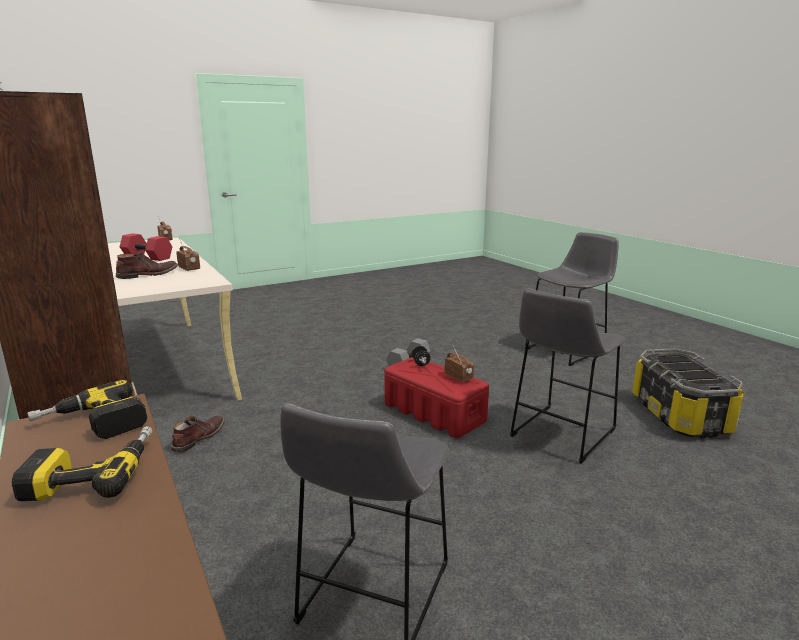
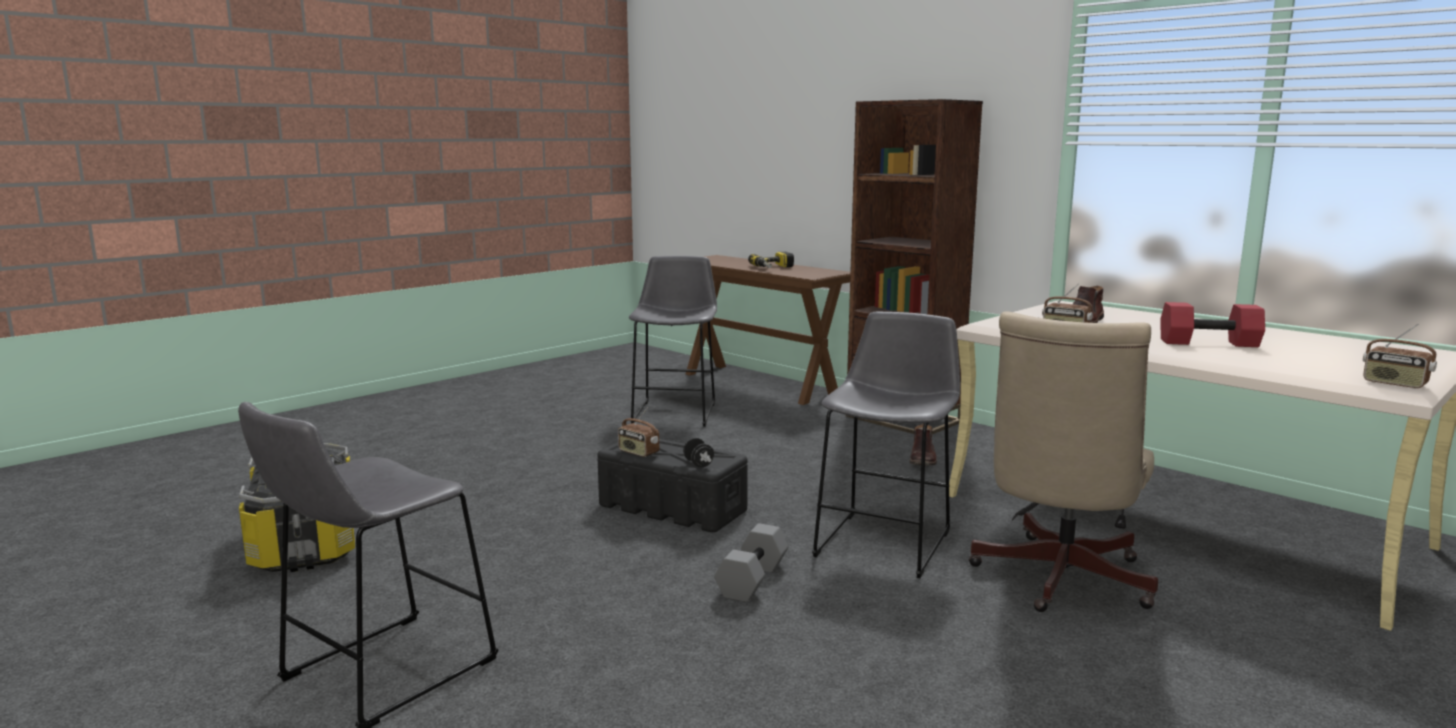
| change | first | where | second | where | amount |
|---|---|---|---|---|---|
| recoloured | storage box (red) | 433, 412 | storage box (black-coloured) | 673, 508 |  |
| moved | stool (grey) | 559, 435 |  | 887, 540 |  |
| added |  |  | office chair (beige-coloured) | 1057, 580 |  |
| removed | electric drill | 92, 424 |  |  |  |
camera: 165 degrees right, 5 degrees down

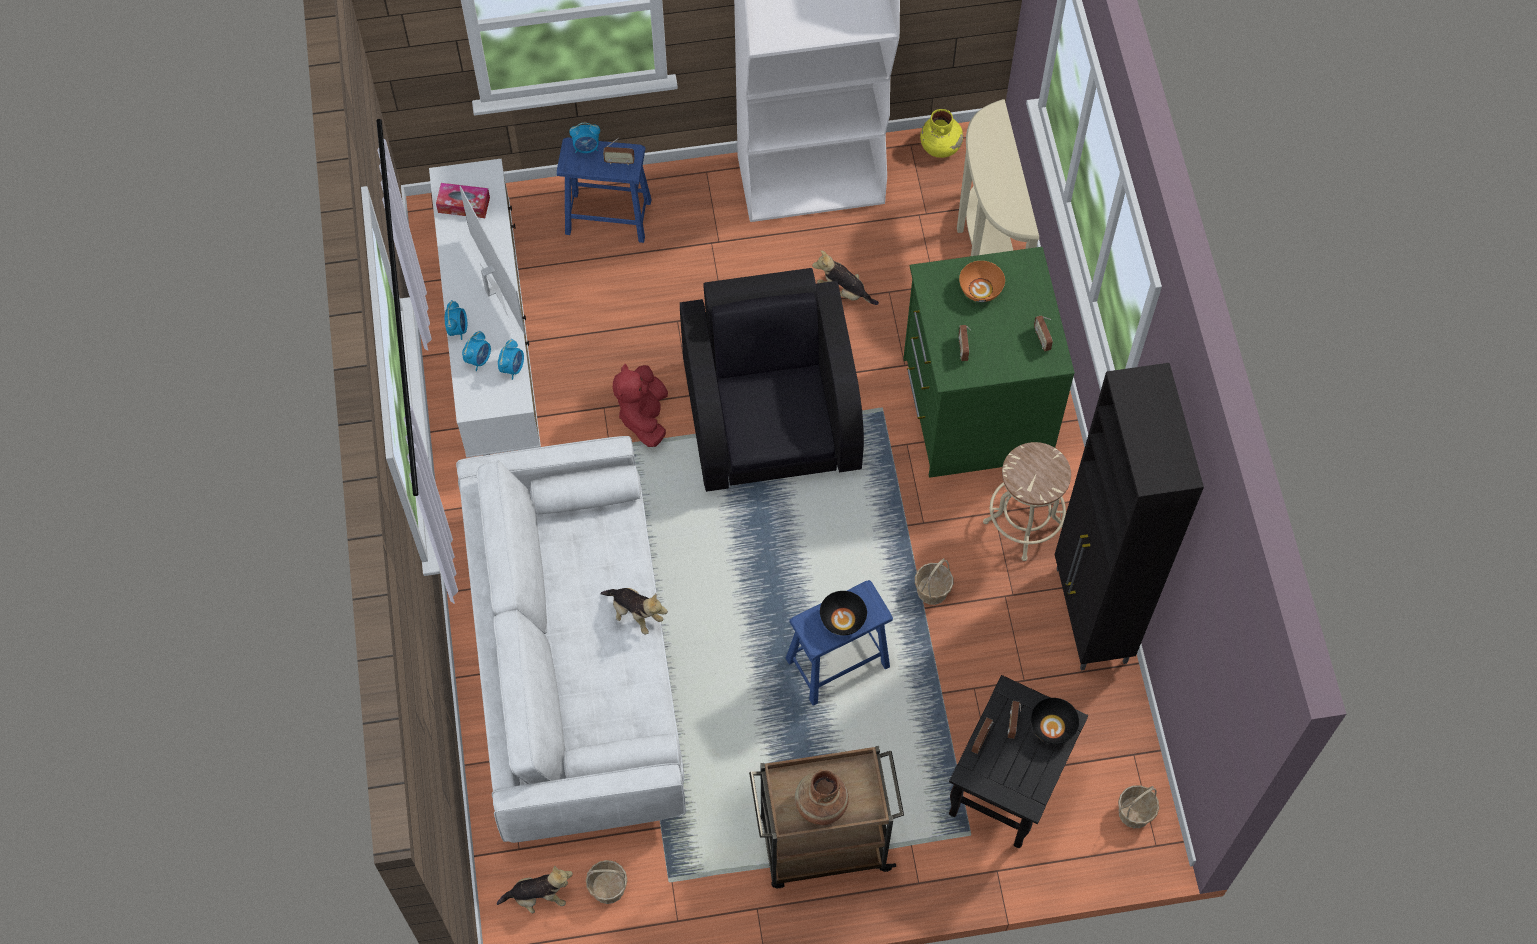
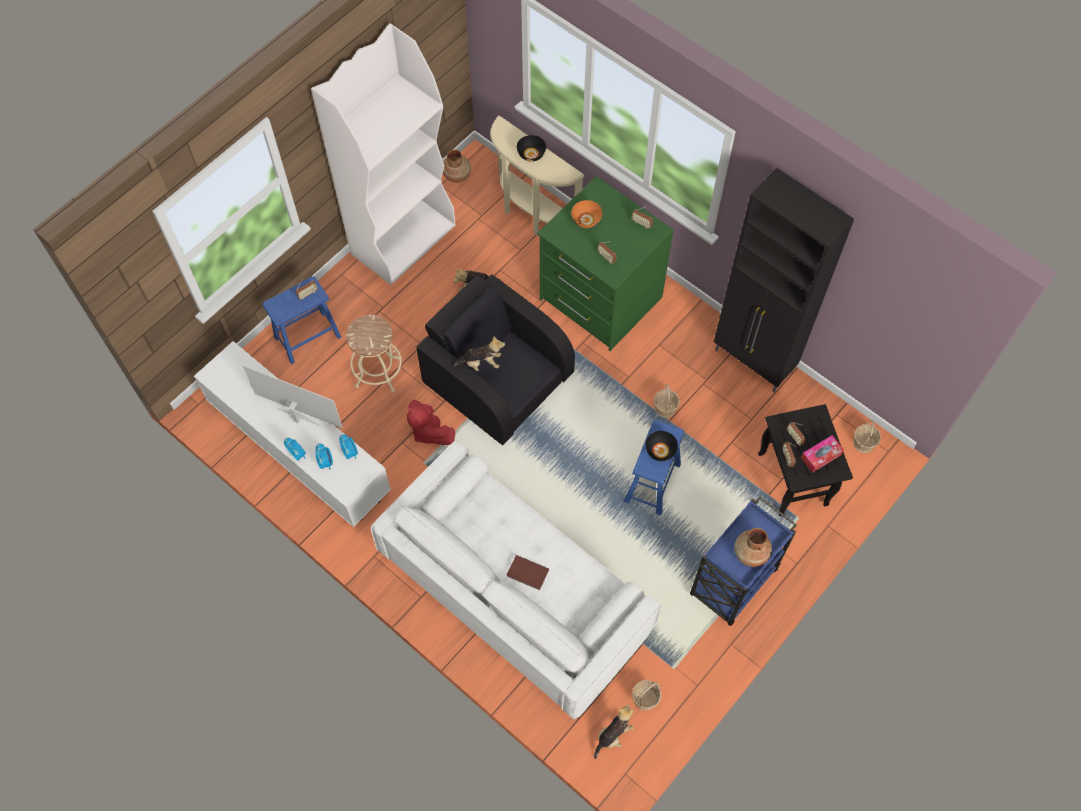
| change | first | where | second | where | amount |
|---|---|---|---|---|---|
| moved | stool (beige-coloured) | 1024, 523 |  | 378, 372 |  |
| recoloured | vase (yellow-coloured) | 940, 146 | vase (brownish) | 457, 175 |  |
| moved | cuddly toy | 635, 614 |  | 481, 363 |  |
| added |  |  | volume (brownish) | 527, 574 |  |
| moved | deep dish (black-coloured) | 1053, 727 |  | 531, 154 |  |
| recoloured | cart (brownish) | 822, 845 | cart (blue-coloured) | 732, 583 |  |
| moved | tissue box | 464, 205 |  | 821, 456 |  |
| removed | table clock | 586, 148 |  |  |  |
camera: 40 degrees left, 0 degrees up

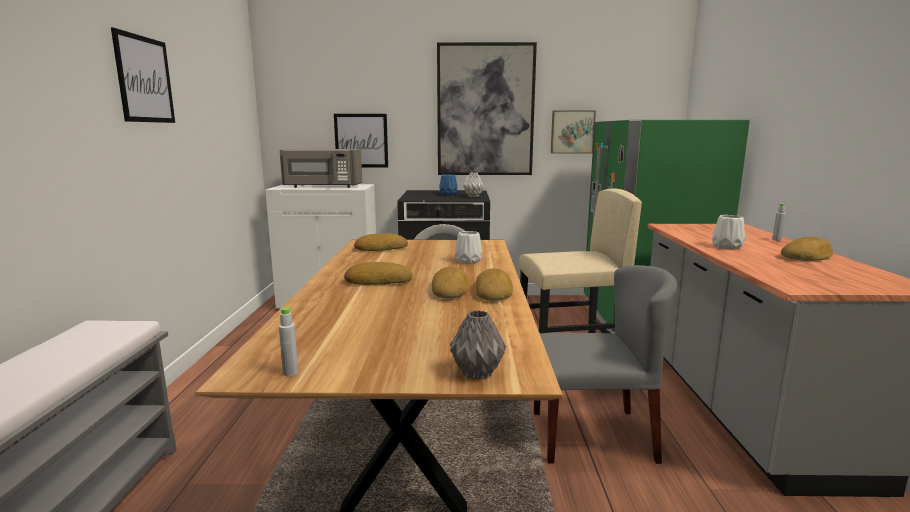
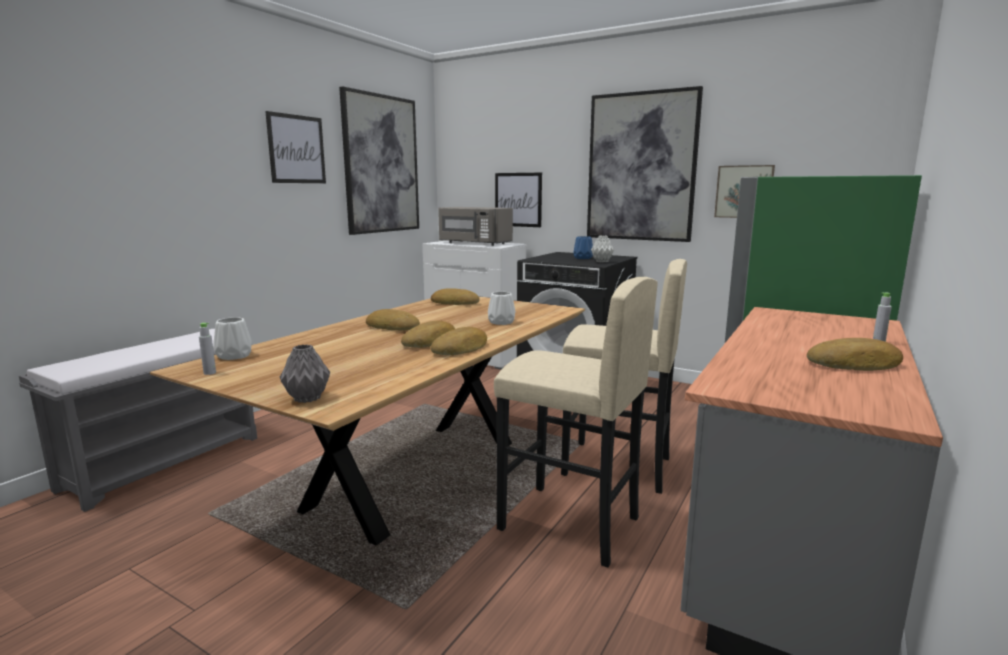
| change | first | where | second | where | amount |
|---|---|---|---|---|---|
| moved | vase (white-coloured) | 727, 246 |  | 235, 356 |  |
| added |  |  | picture | 381, 164 |  |
| replaced | upright chair (grey) | 593, 435 | stool (beige-coloured) | 569, 524 |  |
camera: 30 degrees right, 0 degrees up

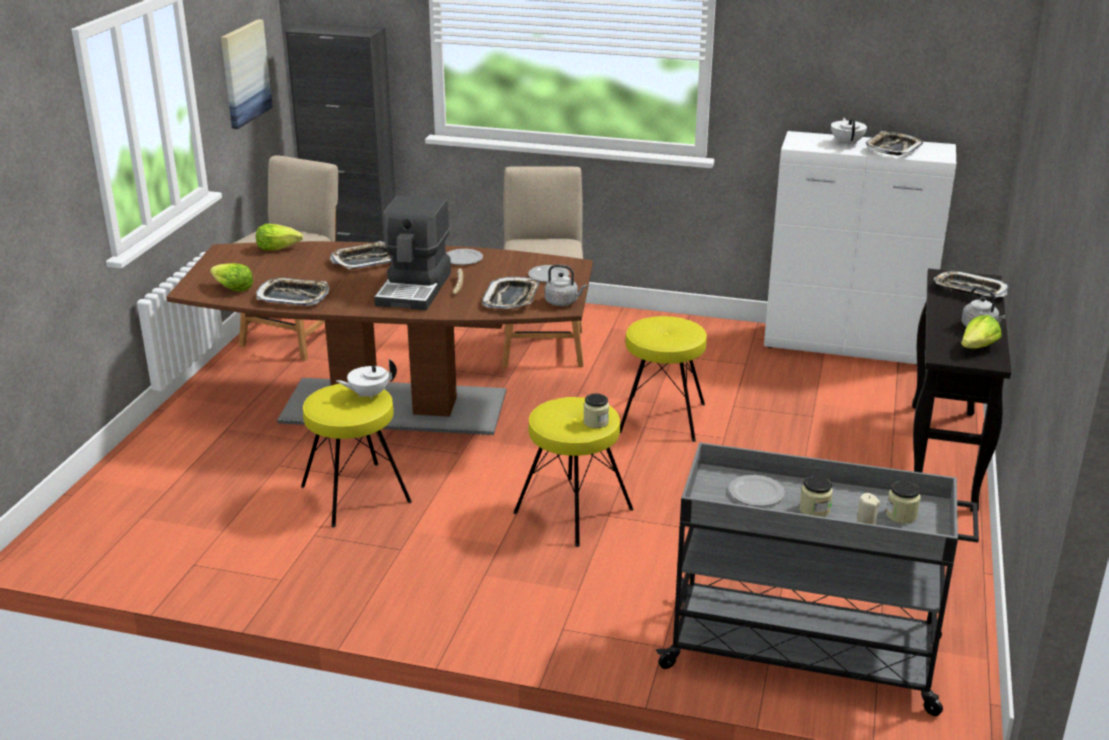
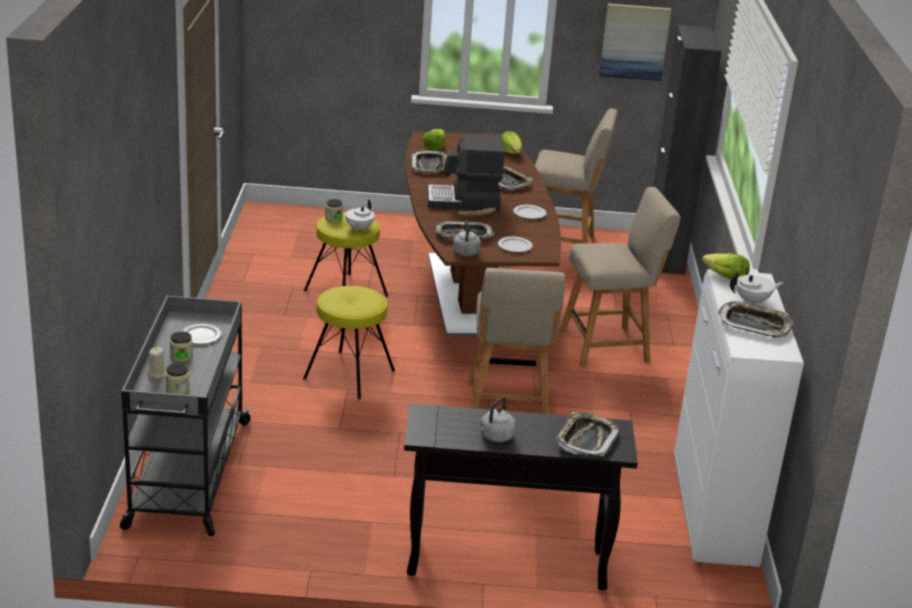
| change | first | where | second | where | amount |
|---|---|---|---|---|---|
| moved | jar | 596, 422 |  | 333, 218 |  |
| turned | pot for tea (white-coloured) | 368, 394 |  | 358, 228 | 120 degrees counterclockwise |
| replaced | stool (yellow-coloured) | 662, 418 | upright chair (beige-coloured) | 507, 408 |  |
| moved | lettuce head | 978, 347 |  | 725, 277 |  |
camera: 75 degrees right, 0 degrees up

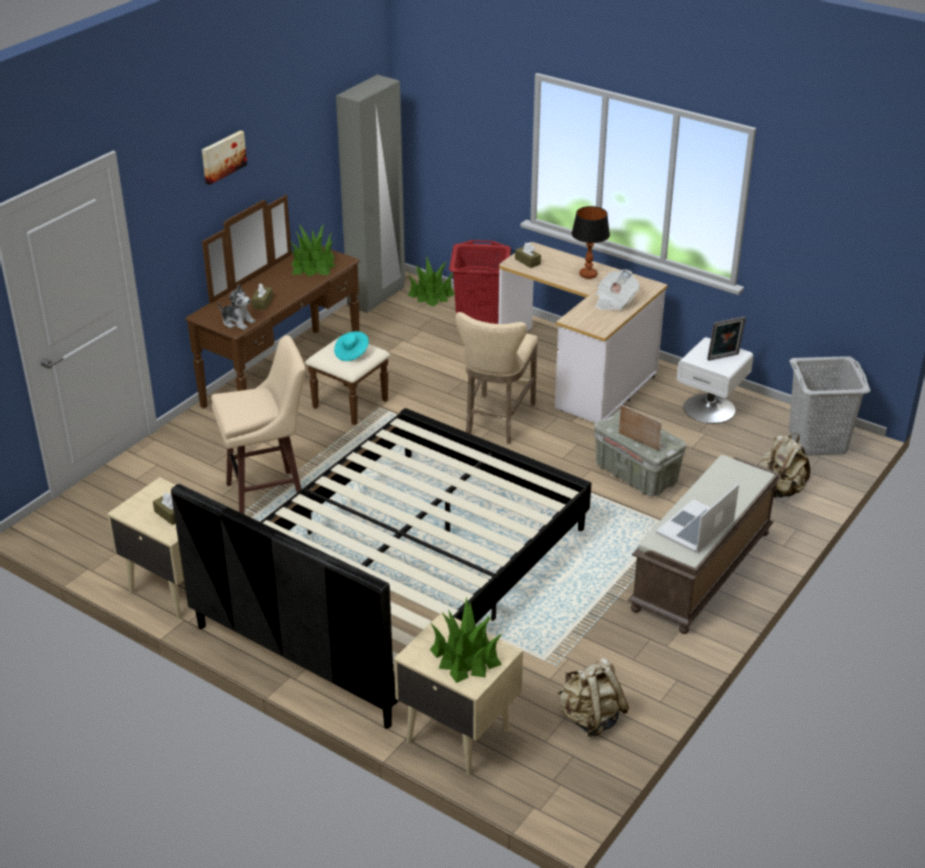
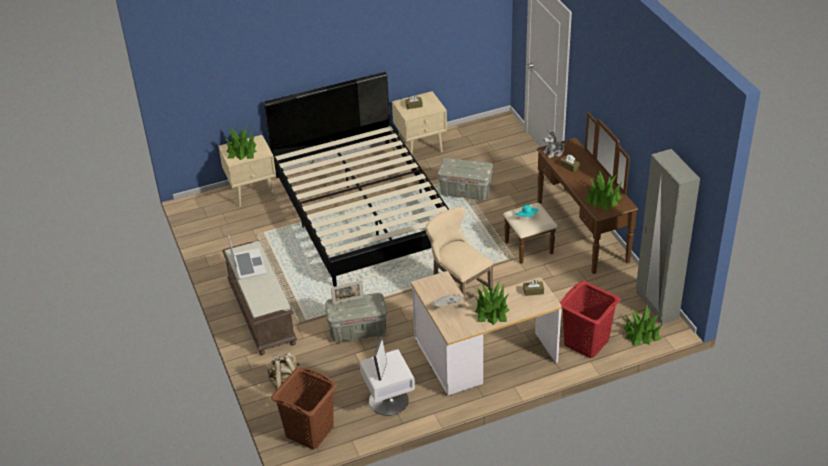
| change | first | where | second | where | amount |
|---|---|---|---|---|---|
| recoloured | hamper (grey) | 818, 442 | hamper (brownish) | 309, 431 |  |
| replaced | stool (beige-coloured) | 268, 496 | storage box (grey) | 465, 192 |  |
| replaced | tabletop lamp | 588, 275 | houseplant | 492, 311 |  |
| removed | picture | 222, 156 |  |  |  |
| removed | knapsack (beige-coloured) | 590, 718 |  |  |  |
camera: 125 degrees right, 5 degrees up

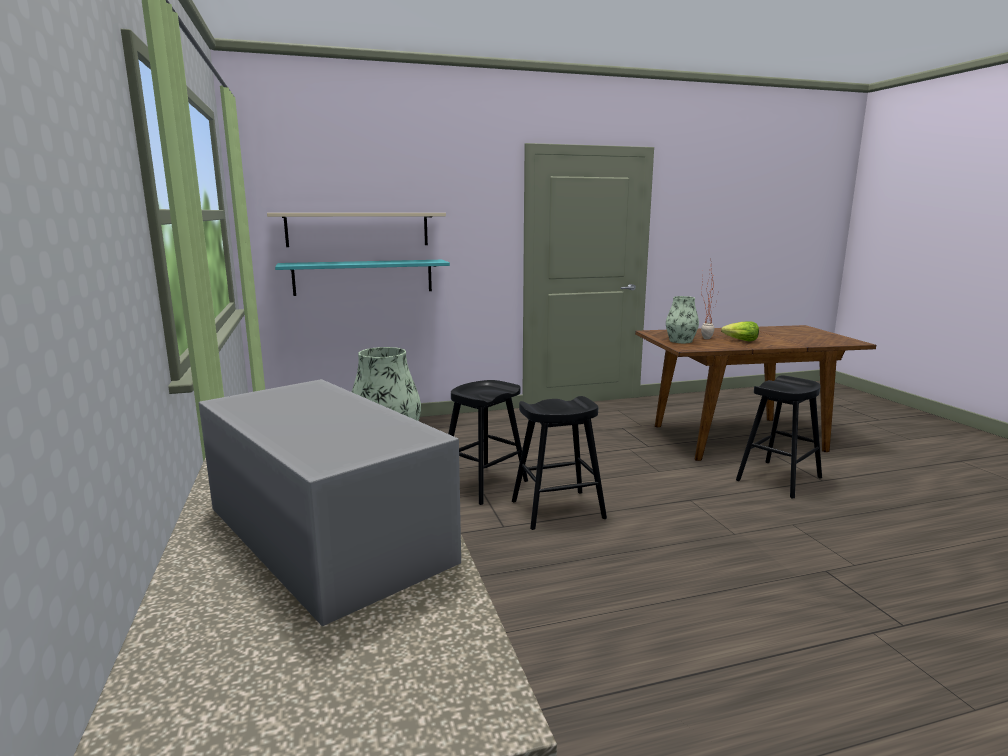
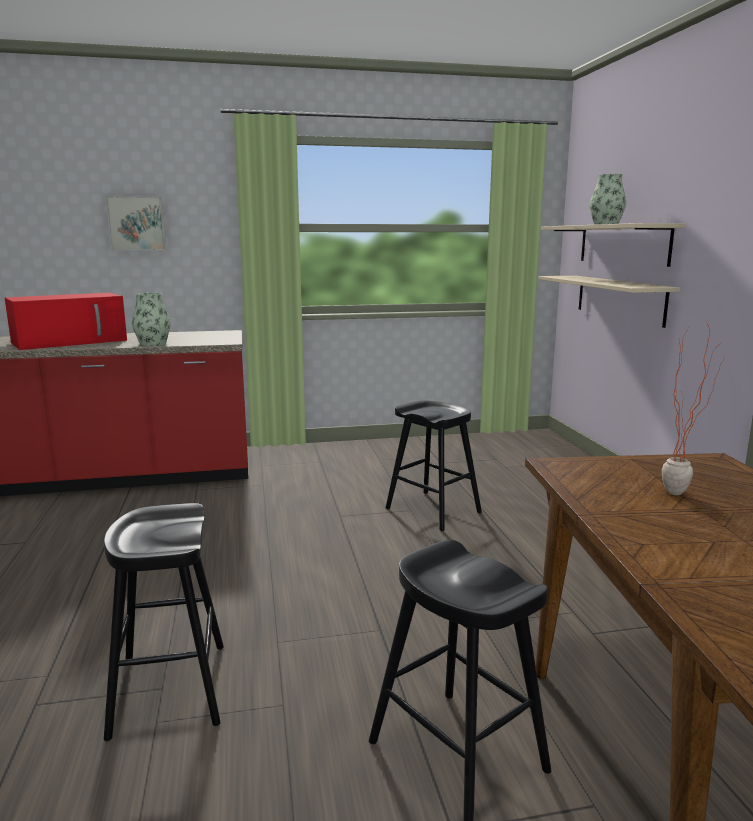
| change | first | where | second | where | amount |
|---|---|---|---|---|---|
| recoloured | microwave oven (grey) | 323, 532 | microwave oven (red) | 71, 341 |  |
| moved | stool (black-coloured) | 558, 509 |  | 169, 689 |  |
| added |  |  | picture | 137, 223 |  |
| recoloured | wall shelf (turquoise-coloured) | 363, 277 | wall shelf (beige-coloured) | 619, 299 |  |
| moved | vase | 680, 341 |  | 606, 224 |  |
| removed | lettuce head | 740, 340 |  |  |  |
camera: 95 degrees right, 0 degrees up

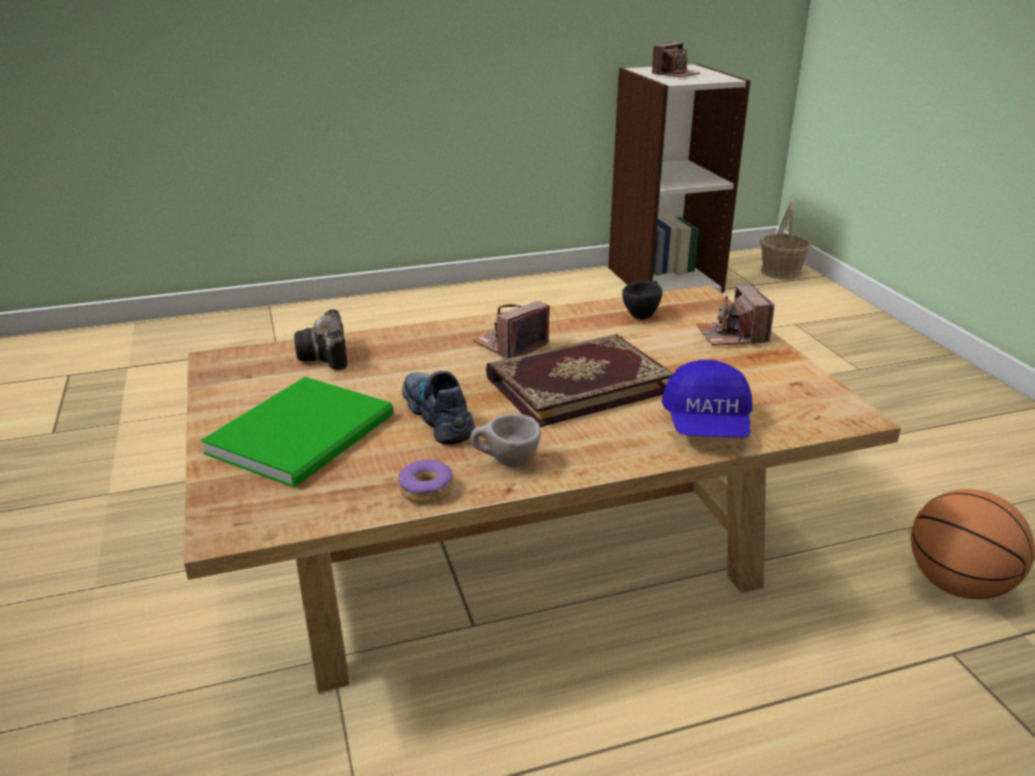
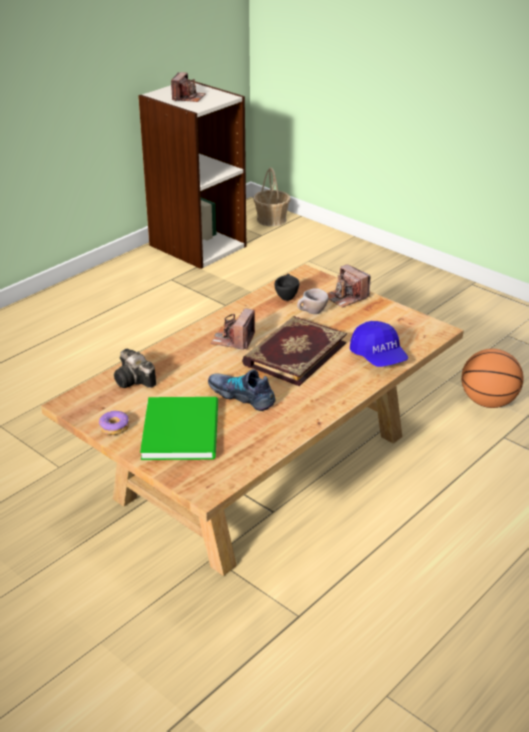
| change | first | where | second | where | amount |
|---|---|---|---|---|---|
| moved | donut | 426, 490 |  | 114, 427 |  |
| moved | drinking cup (beige-coloured) | 505, 463 |  | 311, 313 |  |
camera: 30 degrees left, 5 degrees up

